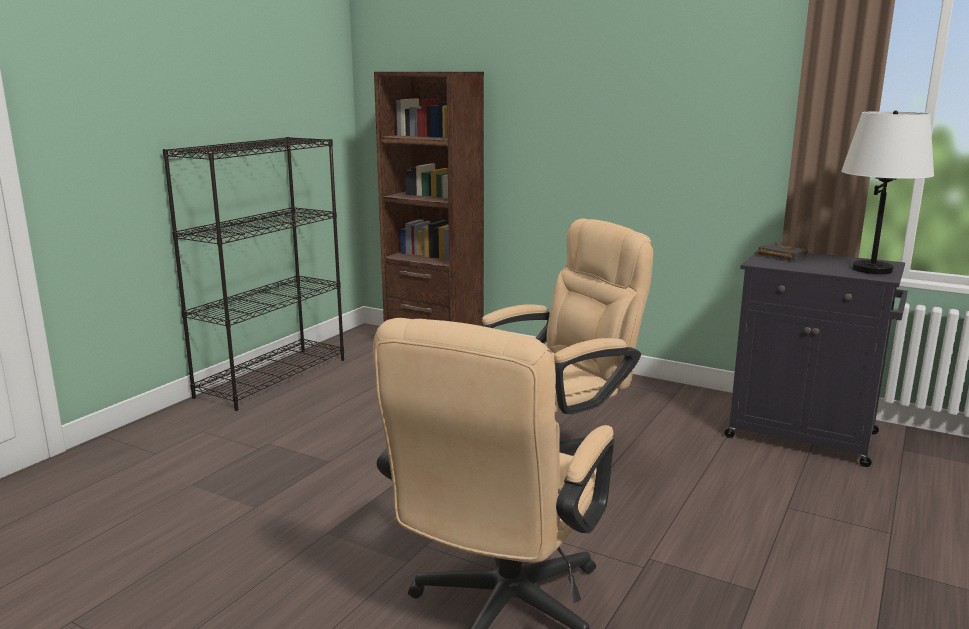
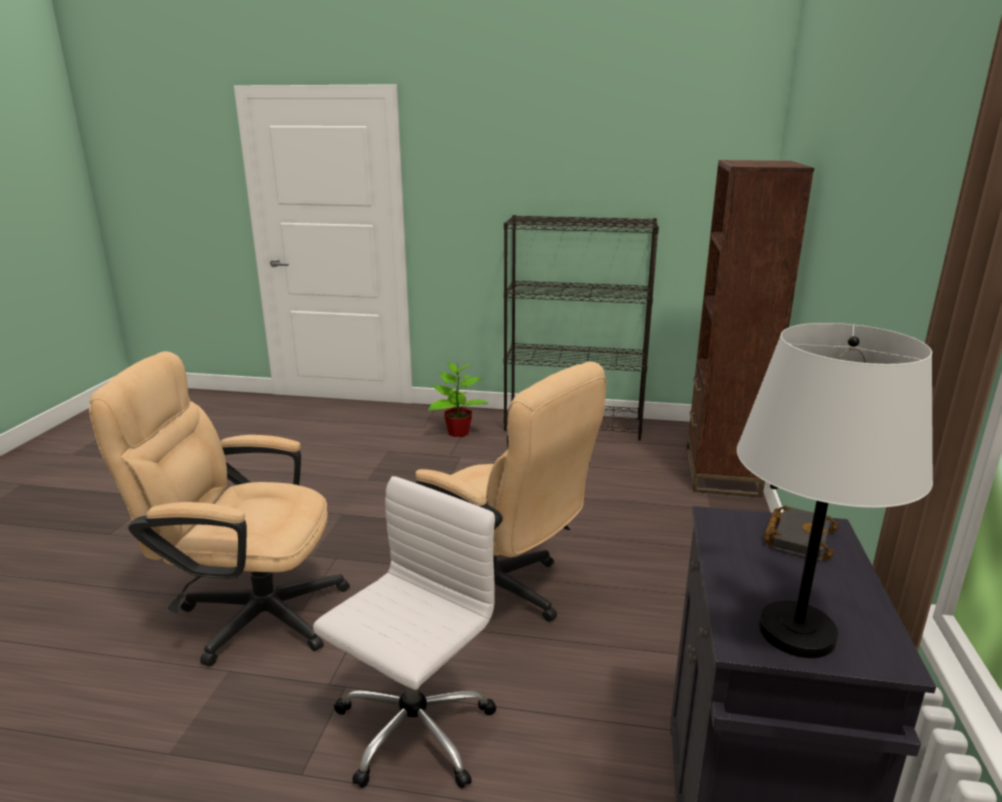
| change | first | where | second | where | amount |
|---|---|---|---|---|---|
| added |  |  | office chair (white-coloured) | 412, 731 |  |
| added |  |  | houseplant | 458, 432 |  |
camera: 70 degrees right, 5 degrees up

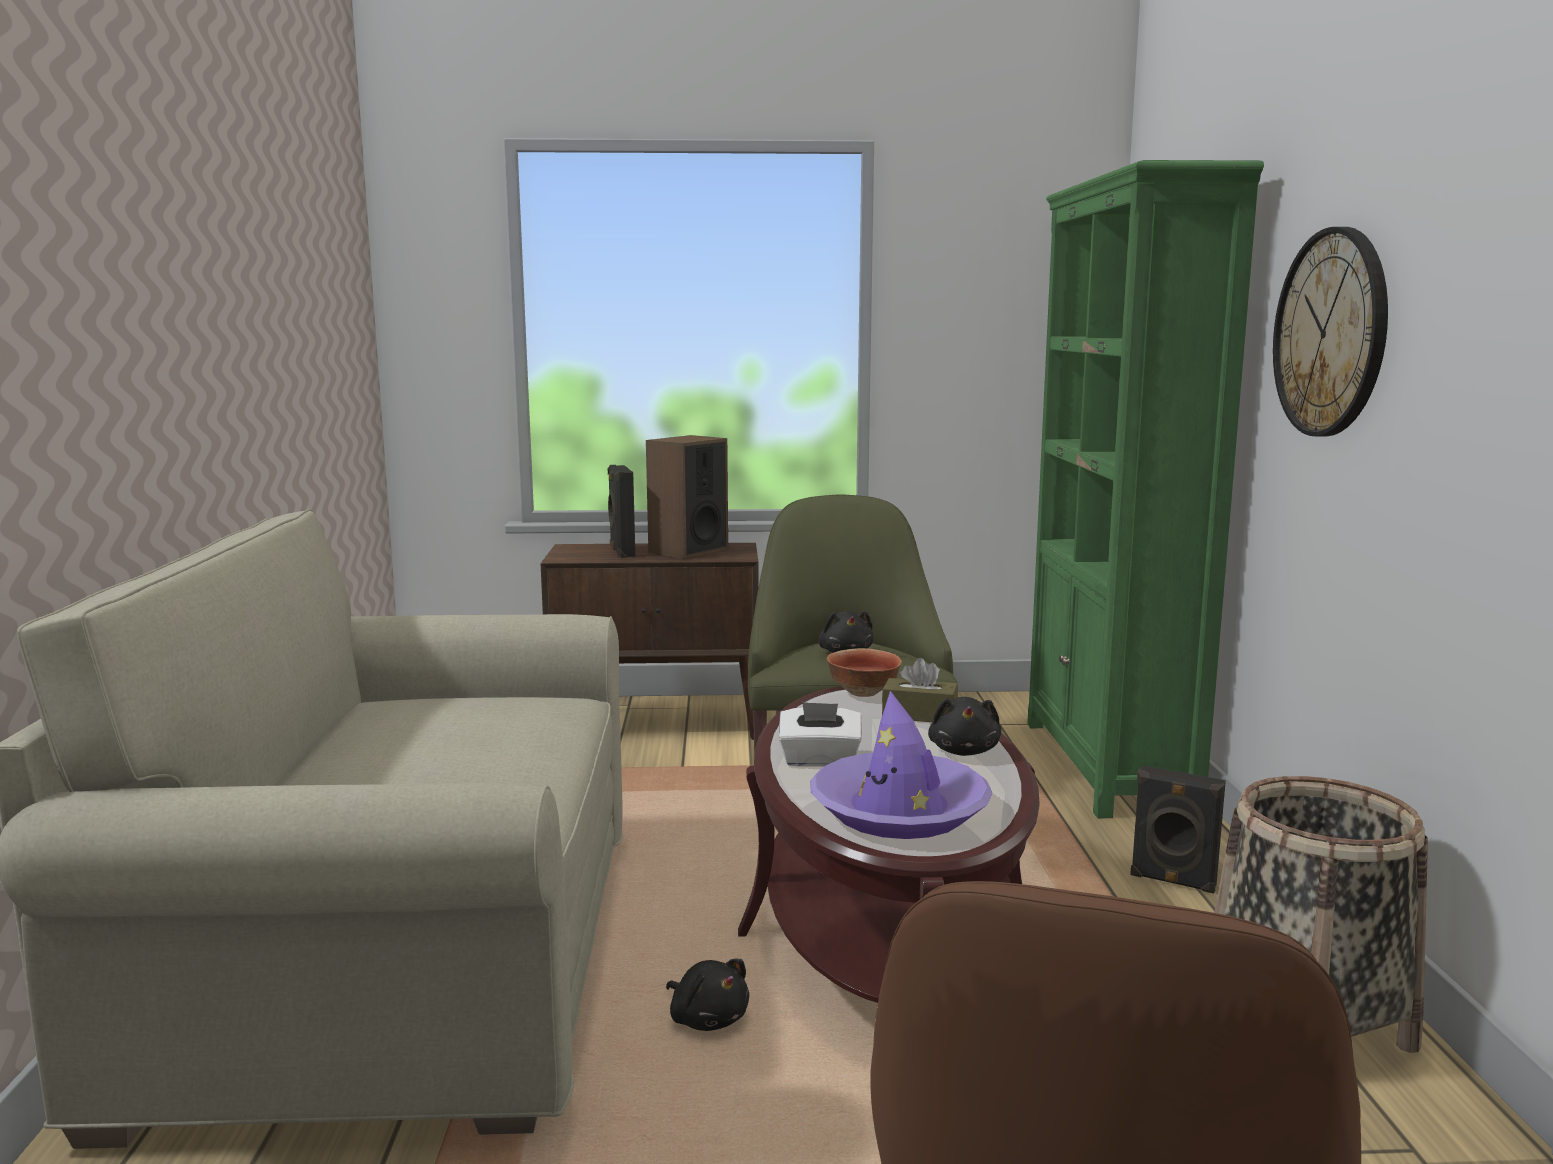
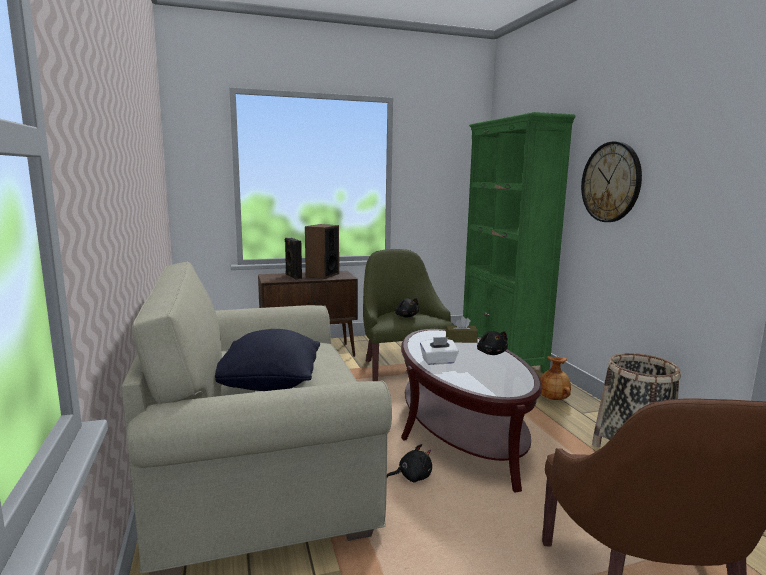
| change | first | where | second | where | amount |
|---|---|---|---|---|---|
| added |  |  | pillow (black-coloured) | 269, 385 |  |
| turned | cuddly toy (black-coloured) | 707, 1019 |  | 412, 477 | 45 degrees counterclockwise |
| replaced | audio speaker (black-coloured) | 1172, 881 | vase (brownish) | 553, 399 |  |
| removed | clothing hat (purplish) | 900, 811 |  |  |  |
| removed | deep dish | 864, 693 |  |  |  |
camera: 15 degrees left, 0 degrees up

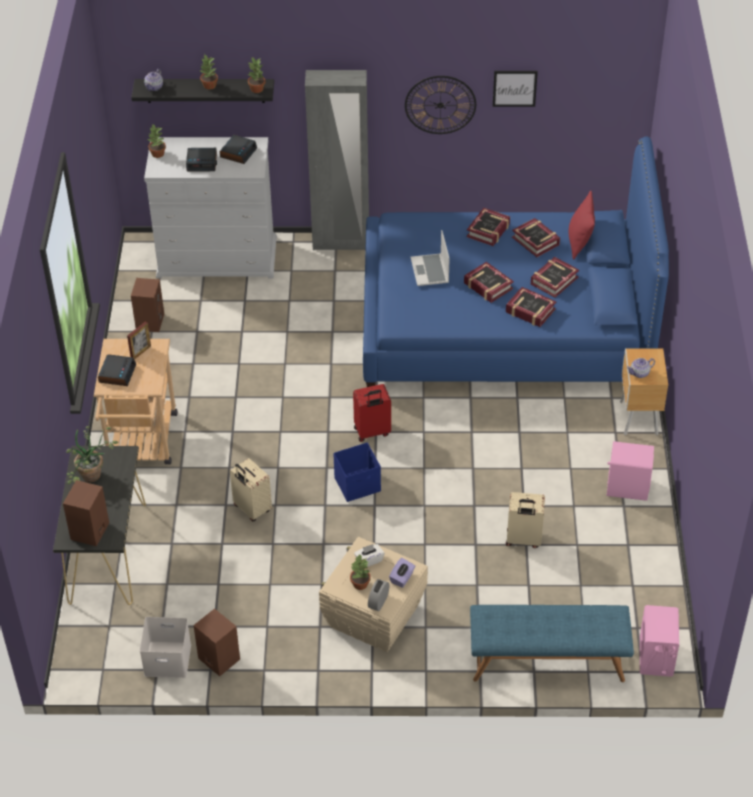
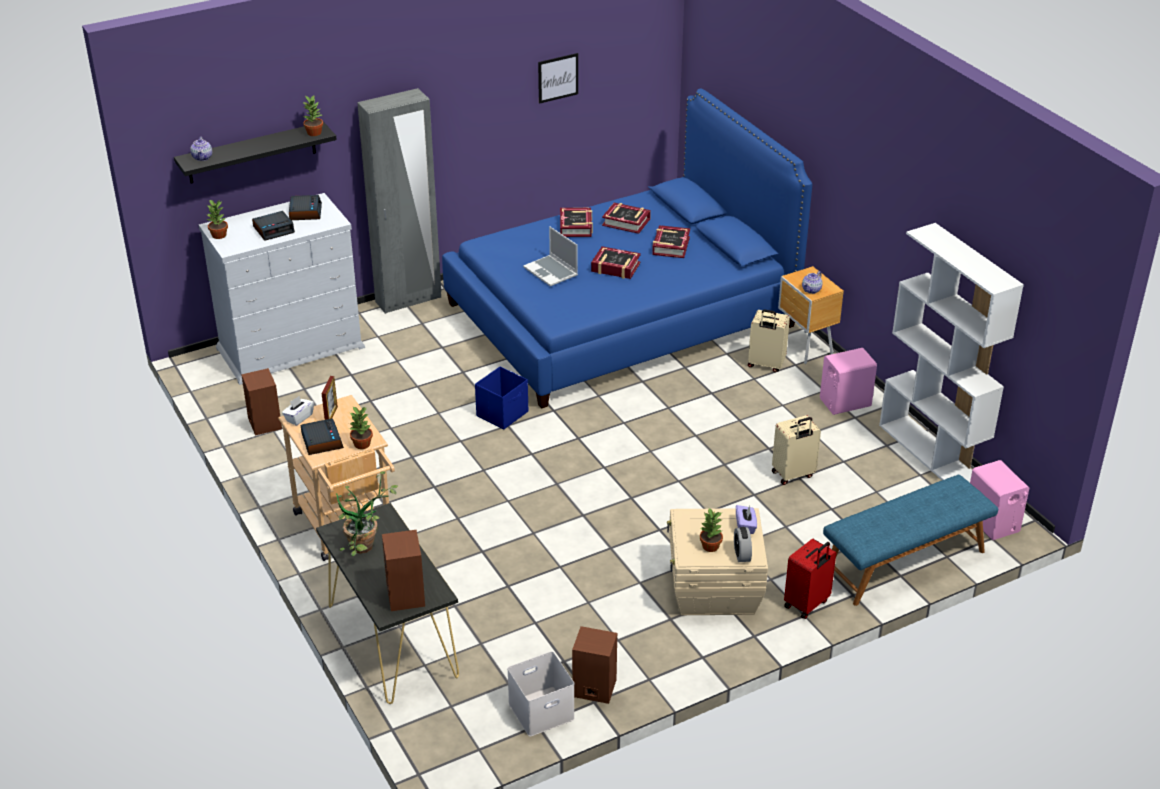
| change | first | where | second | where | amount |
|---|---|---|---|---|---|
| moved | tissue box (white-coloured) | 369, 560 |  | 299, 417 |  |
| moved | houseplant | 209, 86 |  | 362, 444 |  |
| moved | storage box (blue-coloured) | 358, 485 |  | 503, 414 |  |
| moved | suitcase (beige-coloured) | 251, 509 |  | 765, 365 |  |
| moved | suitcase (red) | 372, 432 |  | 807, 604 |  |
| added |  |  | shelving unit (white-coloured) | 932, 453 |  |
| removed | clock on the wall | 440, 105 |  |  |  |
| removed | volume | 530, 311 |  |  |  |
| removed | pillow (red) | 579, 243 |  |  |  |
camera: 30 degrees left, 10 degrees down

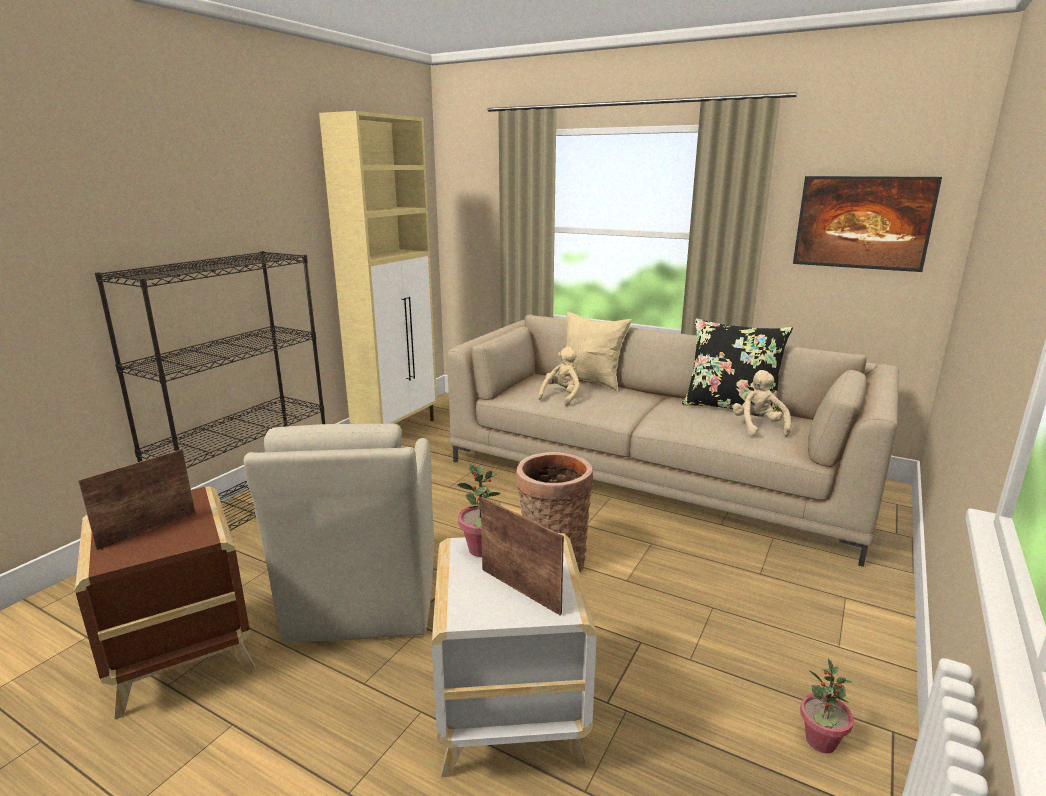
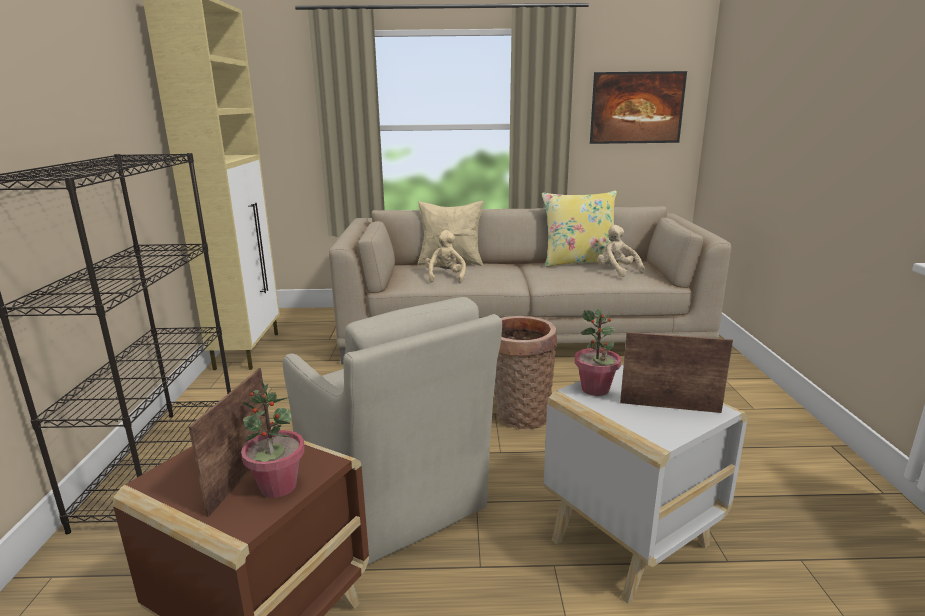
| change | first | where | second | where | amount |
|---|---|---|---|---|---|
| moved | houseplant | 820, 741 |  | 278, 487 |  |
| recoloured | pillow (black-coloured) | 731, 407 | pillow (yellow-coloured) | 578, 262 |  |
camera: 30 degrees left, 0 degrees up

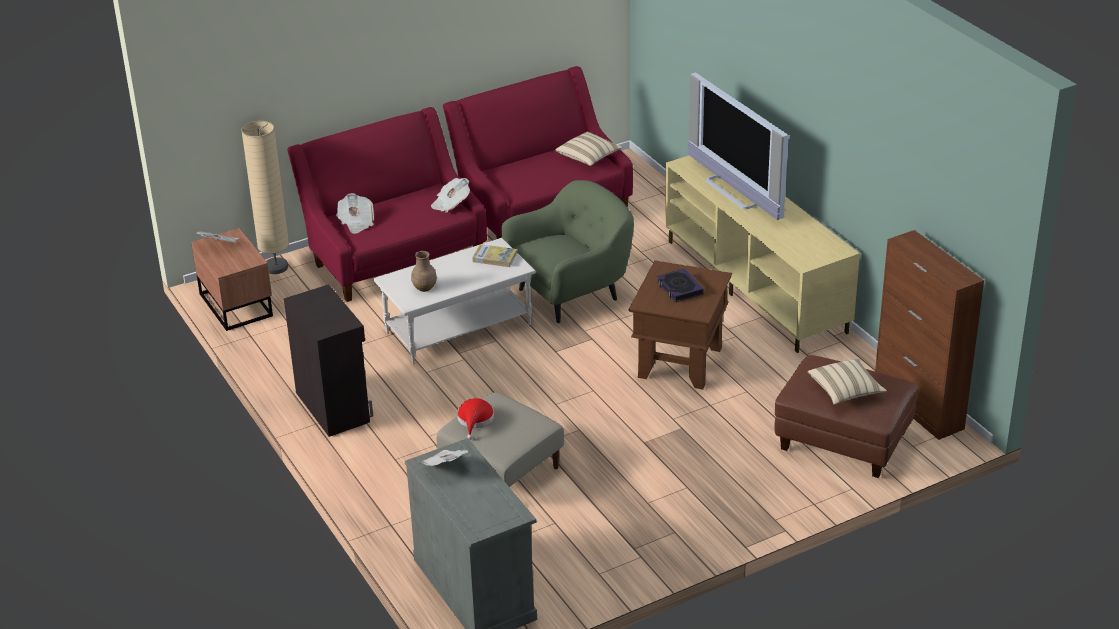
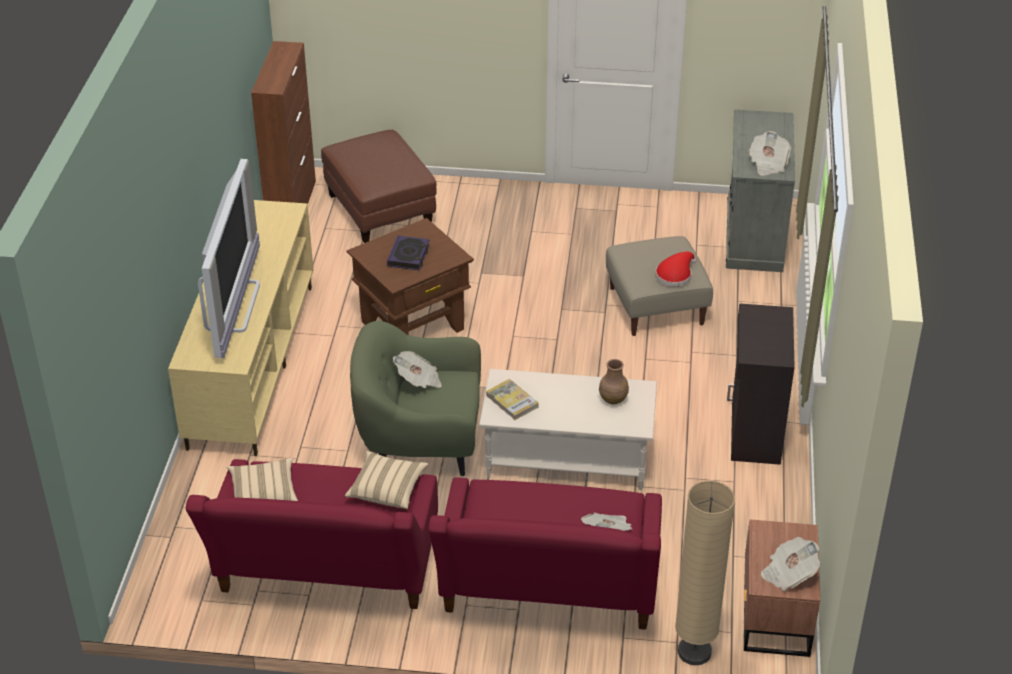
| change | first | where | second | where | amount |
|---|---|---|---|---|---|
| moved | pillow (beige-coloured) | 845, 391 |  | 387, 489 |  |
| moved | daily paper | 451, 204 |  | 418, 380 |  |
camera: 145 degrees left, 5 degrees up

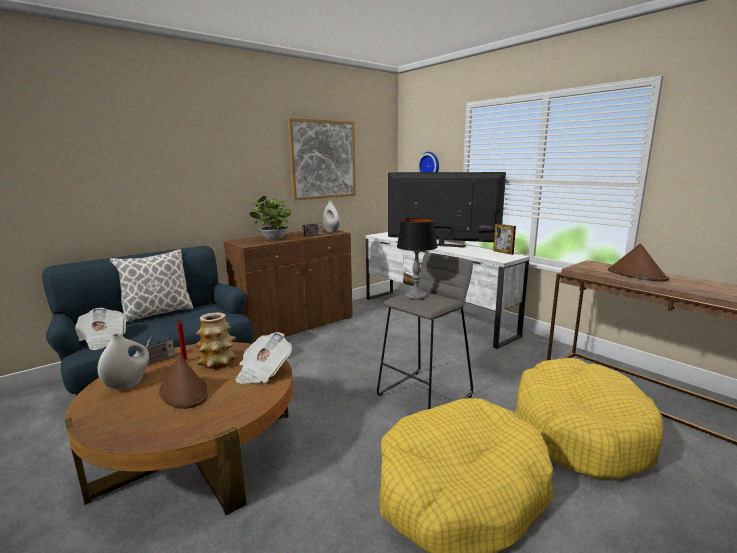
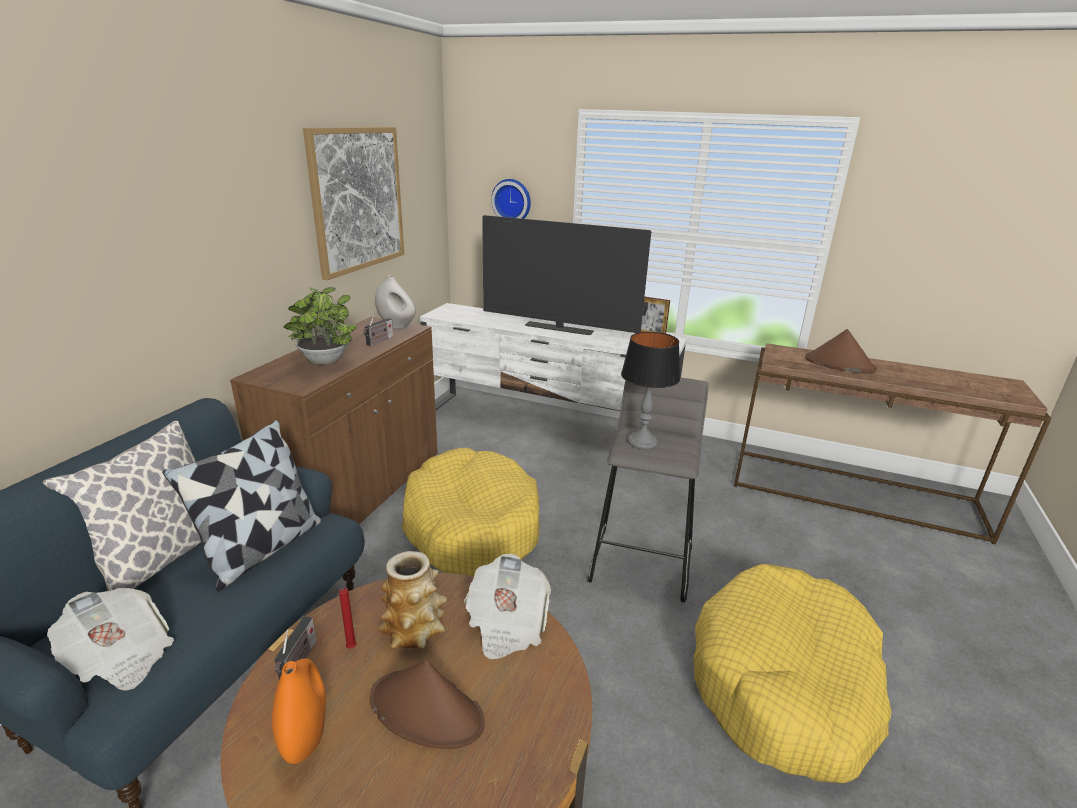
| change | first | where | second | where | amount |
|---|---|---|---|---|---|
| added |  |  | pillow | 262, 549 |  |
| recoloured | vase (white-coloured) | 128, 384 | vase (orange-coloured) | 305, 736 |  |
| moved | dog bed (yellow-coloured) | 579, 429 |  | 471, 527 |  |
| turned | TV set | 441, 245 |  | 558, 329 | 150 degrees counterclockwise |
camera: 30 degrees left, 10 degrees up

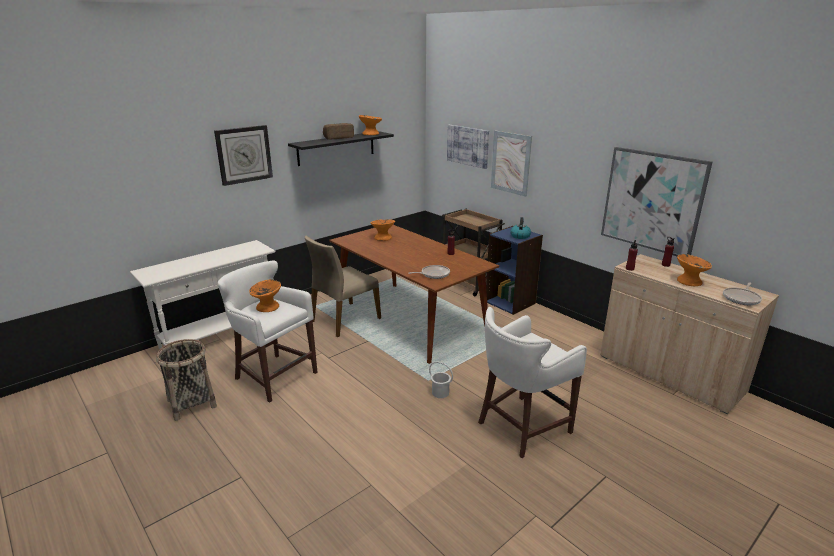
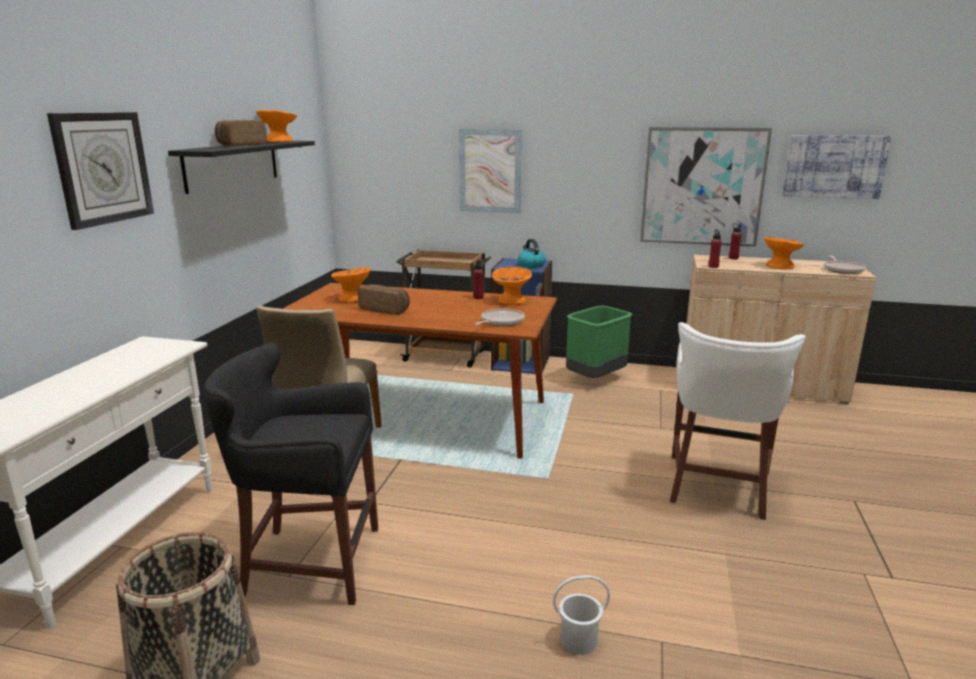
| change | first | where | second | where | amount |
|---|---|---|---|---|---|
| recoloured | stool (white-coloured) | 273, 375 | stool (black-coloured) | 308, 562 |  |
| added |  |  | bakery bread | 385, 309 |  |
| moved | deep dish (orange-coloured) | 267, 307 |  | 511, 301 |  |
| moved | bucket (white-coloured) | 440, 393 |  | 579, 640 |  |
| added |  |  | waste bin (greenish) | 595, 378 |  |
| moved | picture | 468, 146 |  | 834, 166 |  |
camera: 35 degrees left, 5 degrees down

